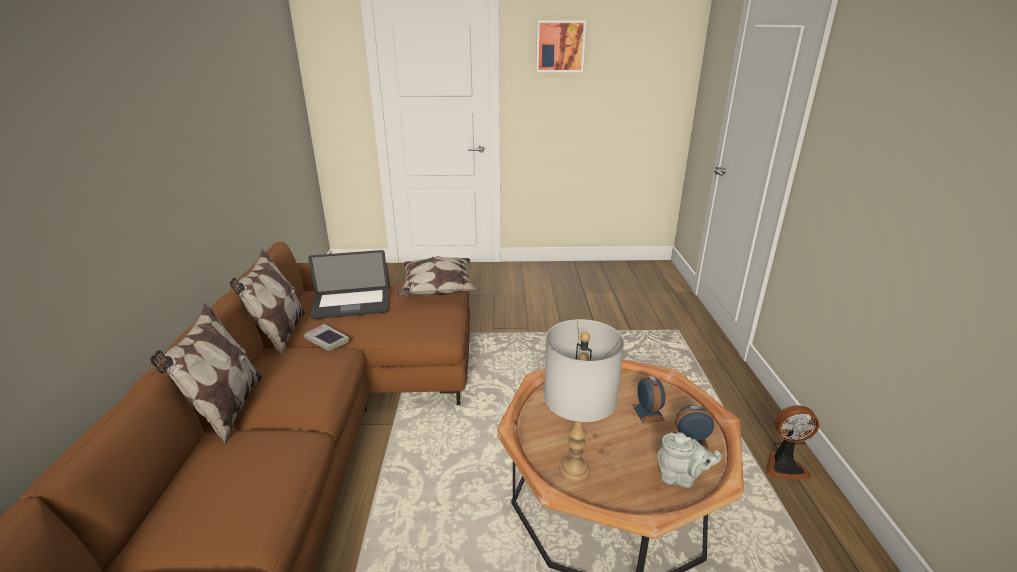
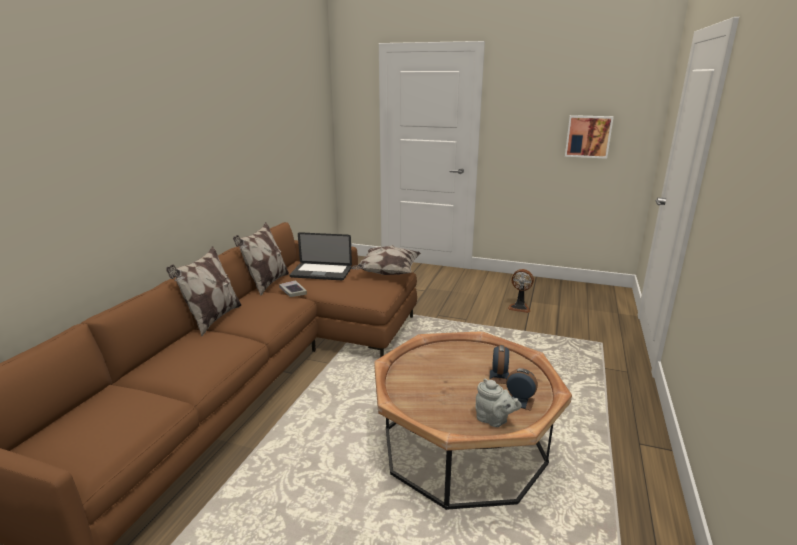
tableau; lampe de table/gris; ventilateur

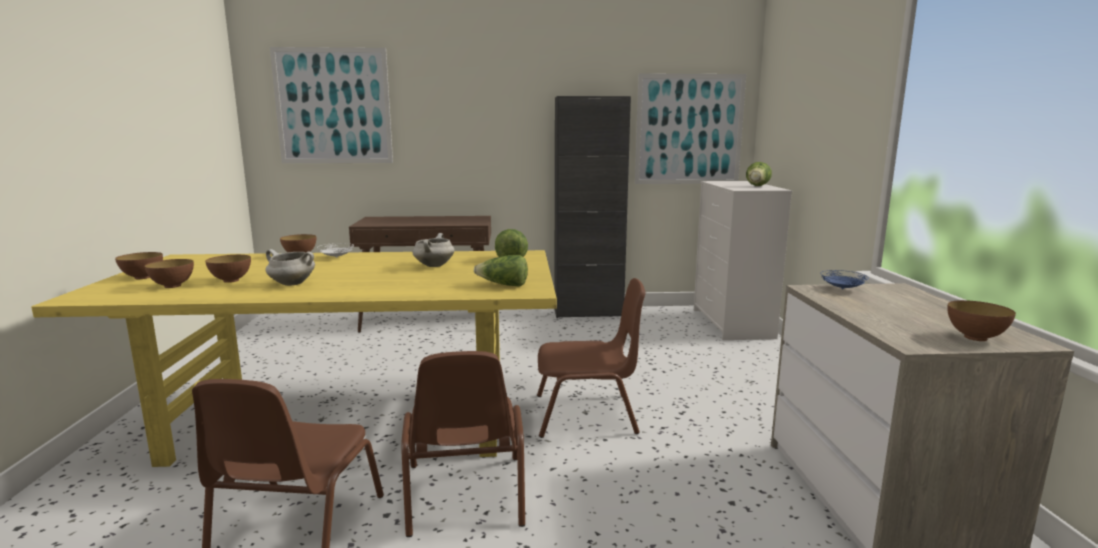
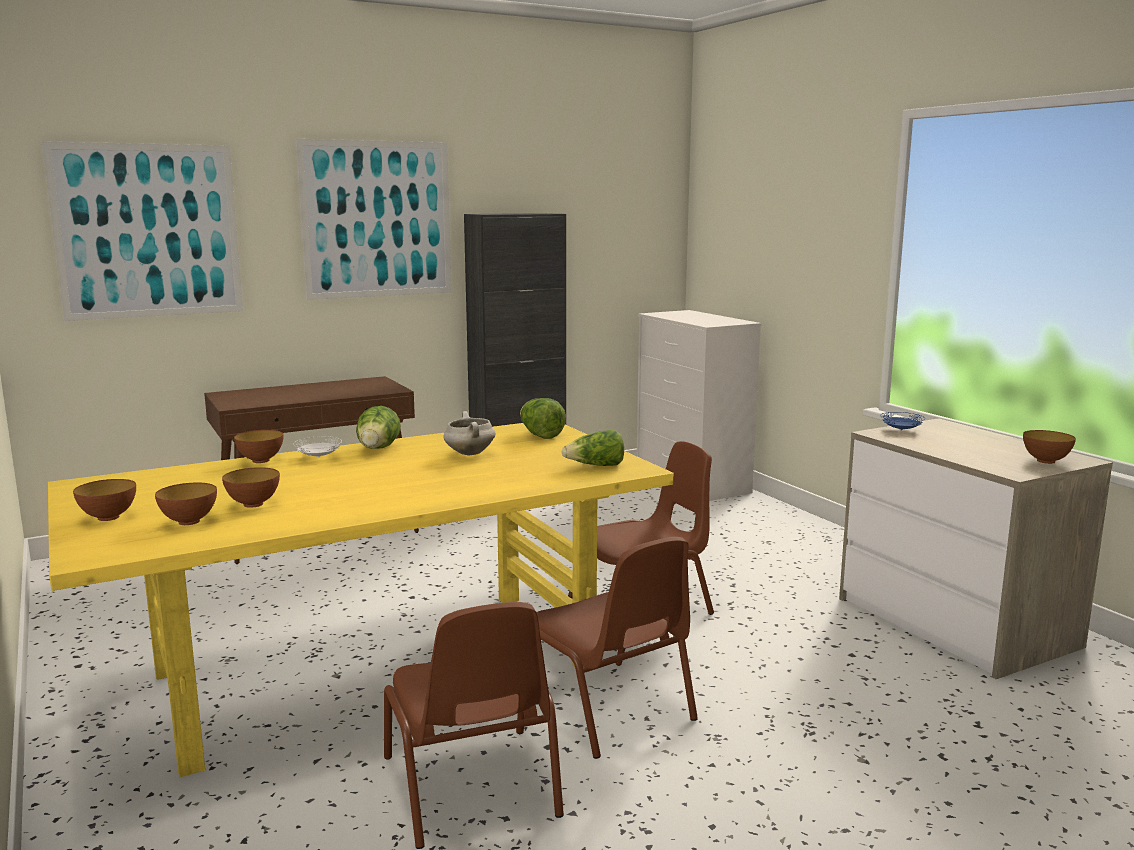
marmite/blanc (1st from left in the first image); tableau (2nd from left); laitue (1st from left)

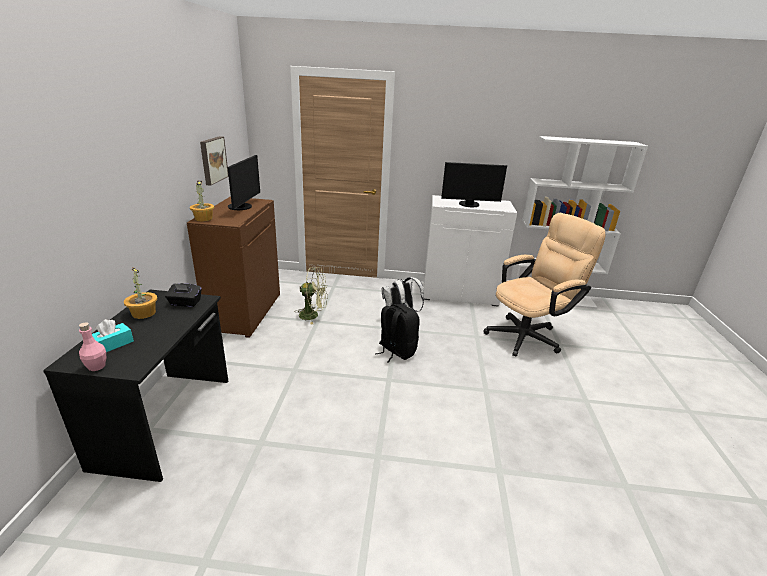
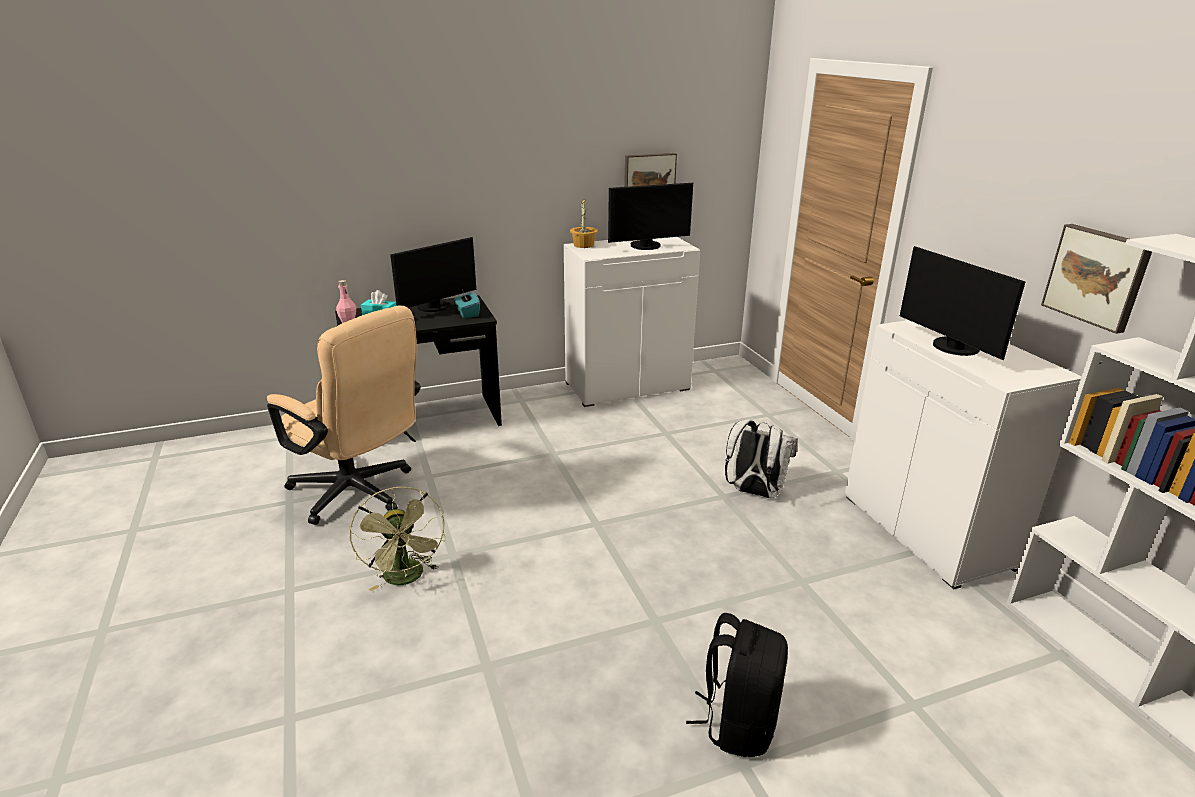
écran d'ordinateur (1st from left); boîte à mouchoirs/turquoise (2nd from left); meuble de rangement/blanc (1st from left); ventilateur/vert; sac à dos/noir; chaise de bureau/beige; tableau (2nd from left)

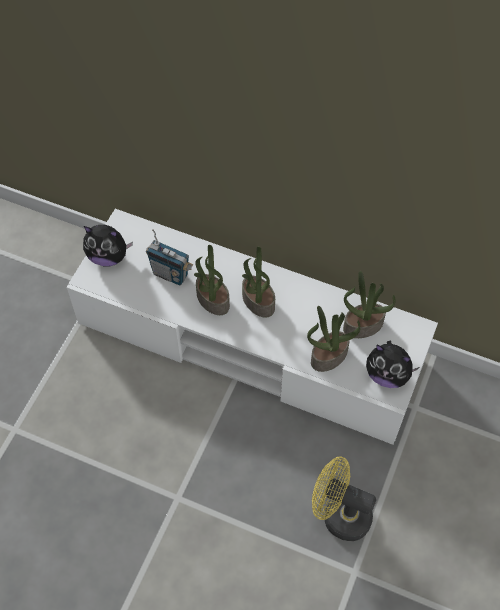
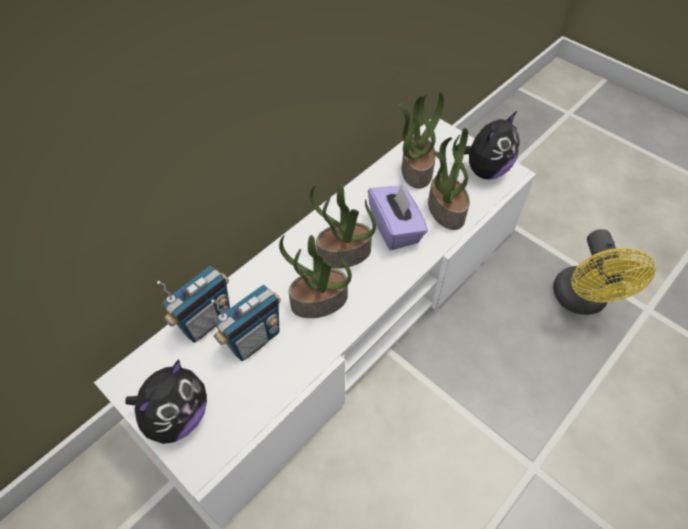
ventilateur/jaune; radio (1st from left); boîte à mouchoirs/violet

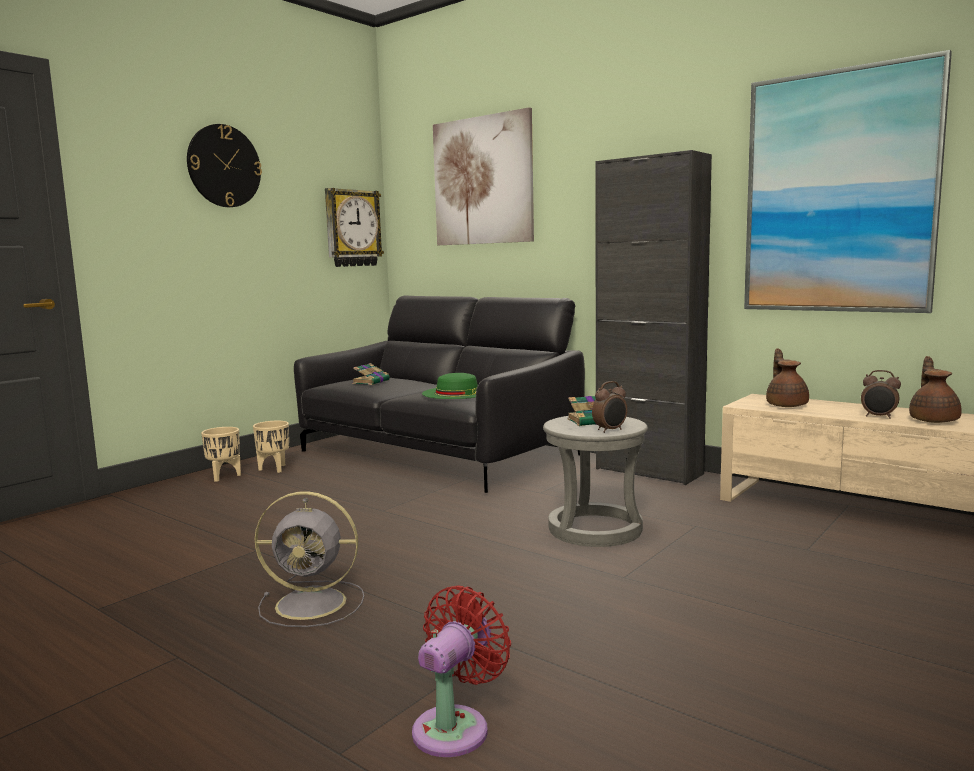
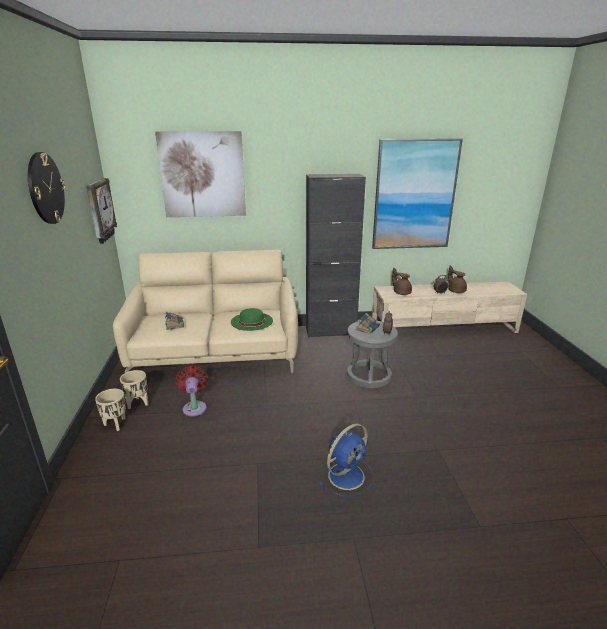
ventilateur/bleu; canapé/beige; ventilateur/rouge

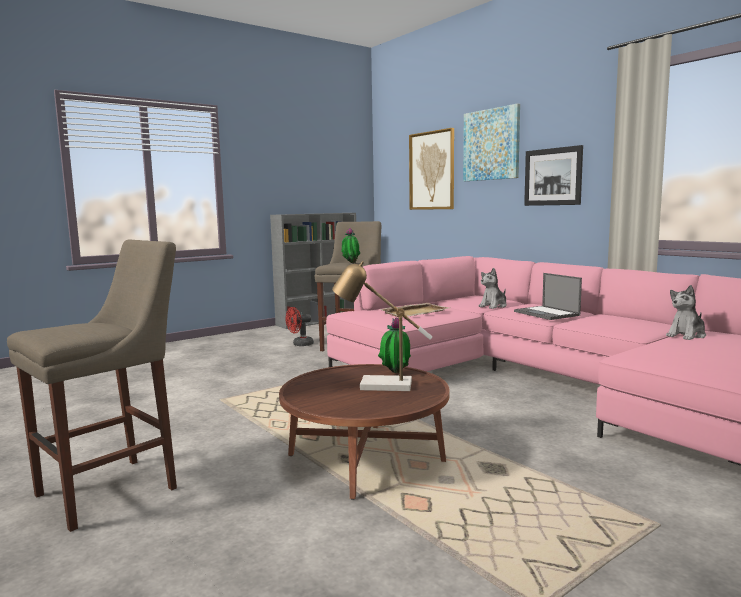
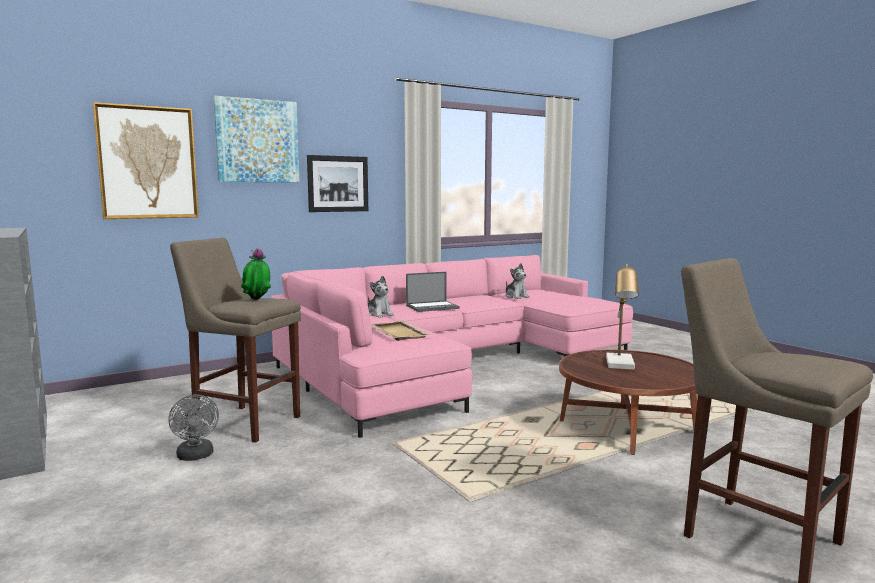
ventilateur/gris; plante en pot (2nd from left in the first image)

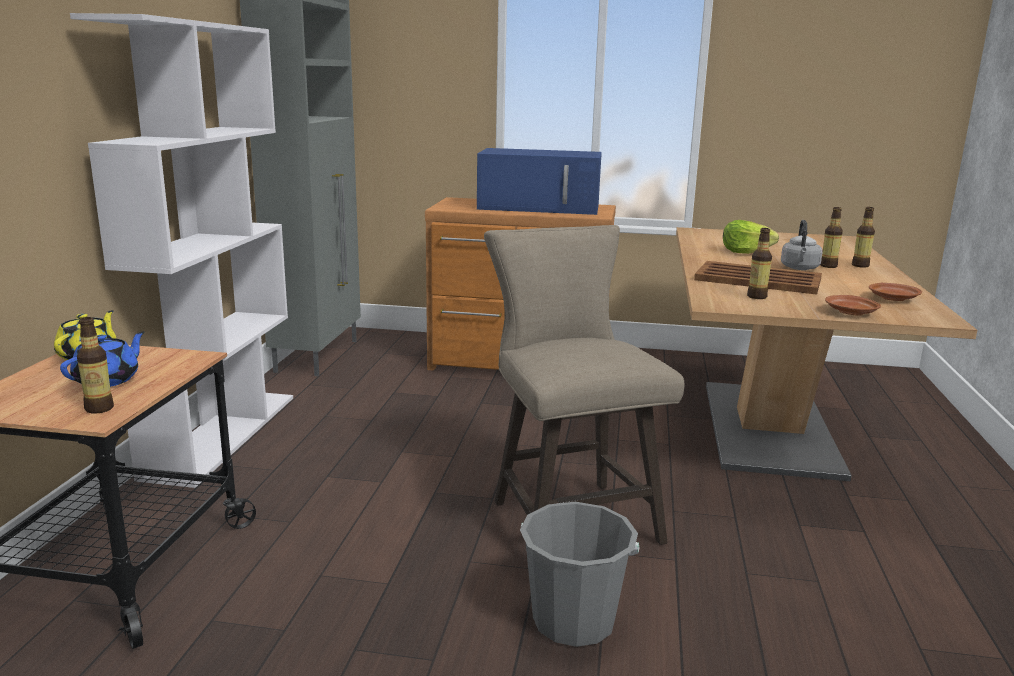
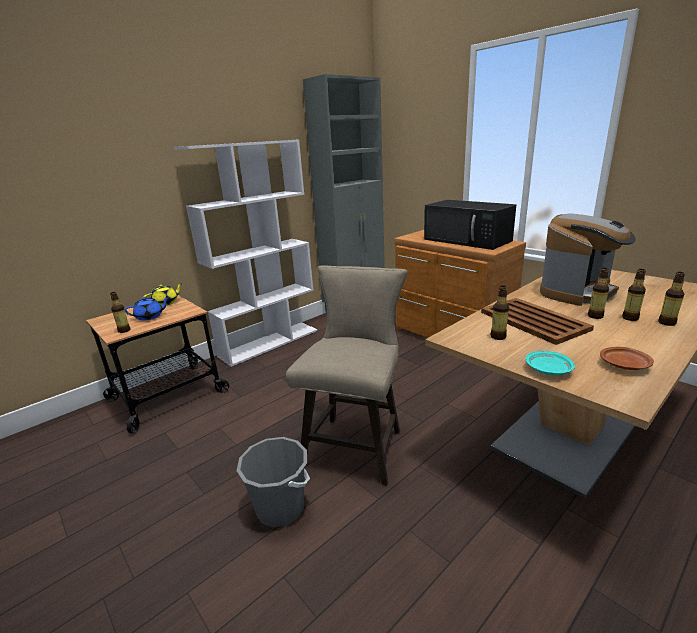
micro-ondes/noir; machine à café; bouteille (3rd from left); assiette/turquoise

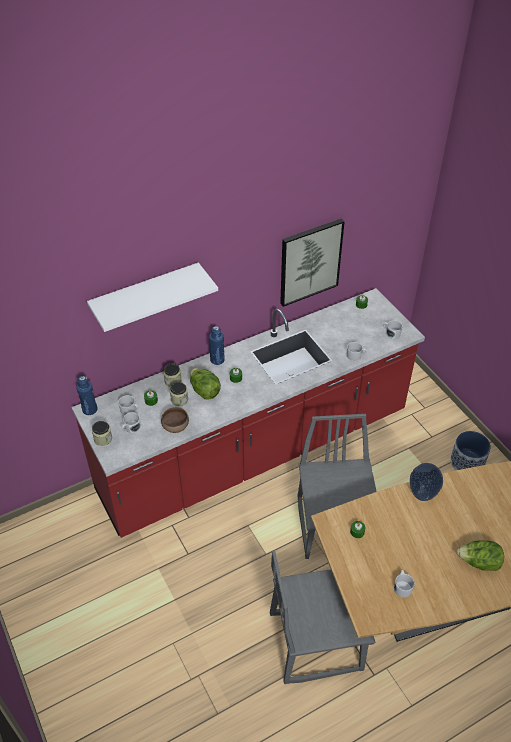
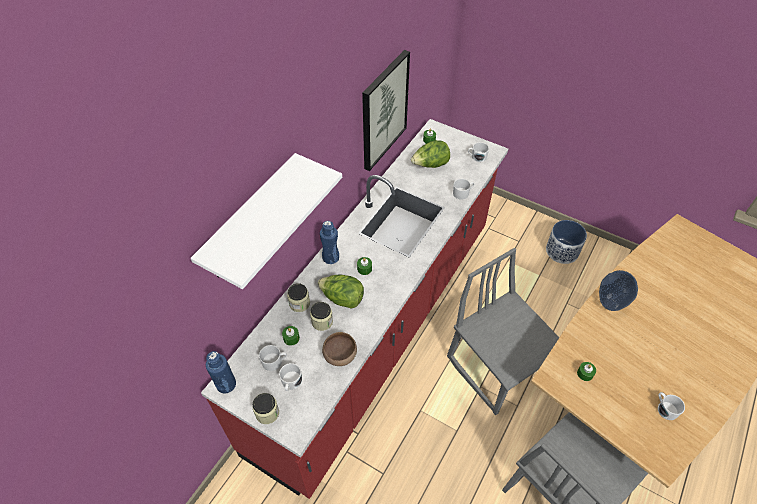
laitue (2nd from left)

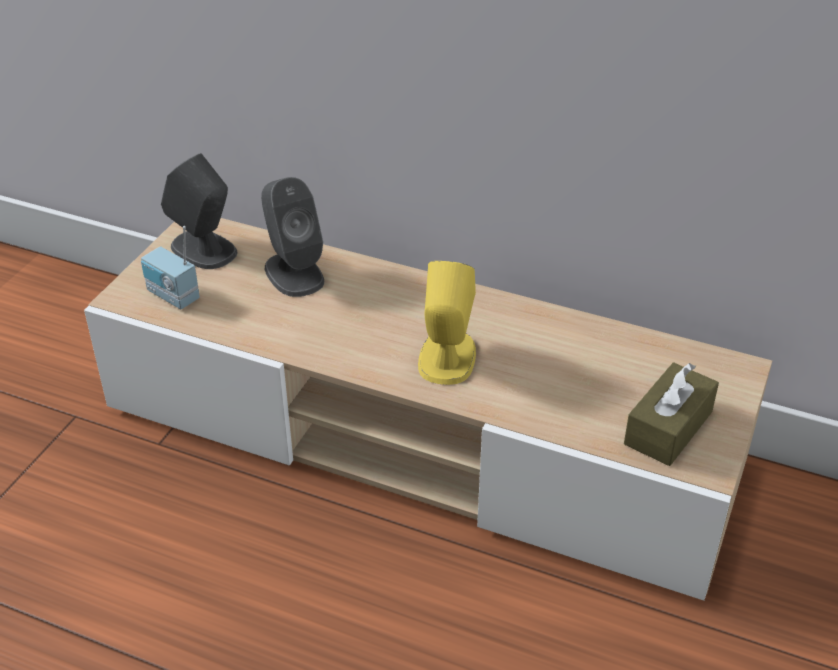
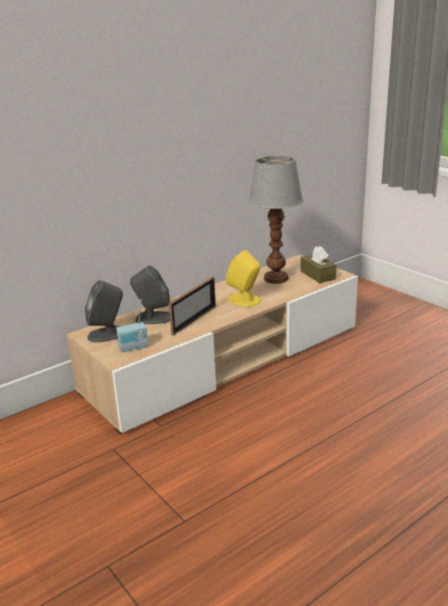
cadre photo; lampe de table

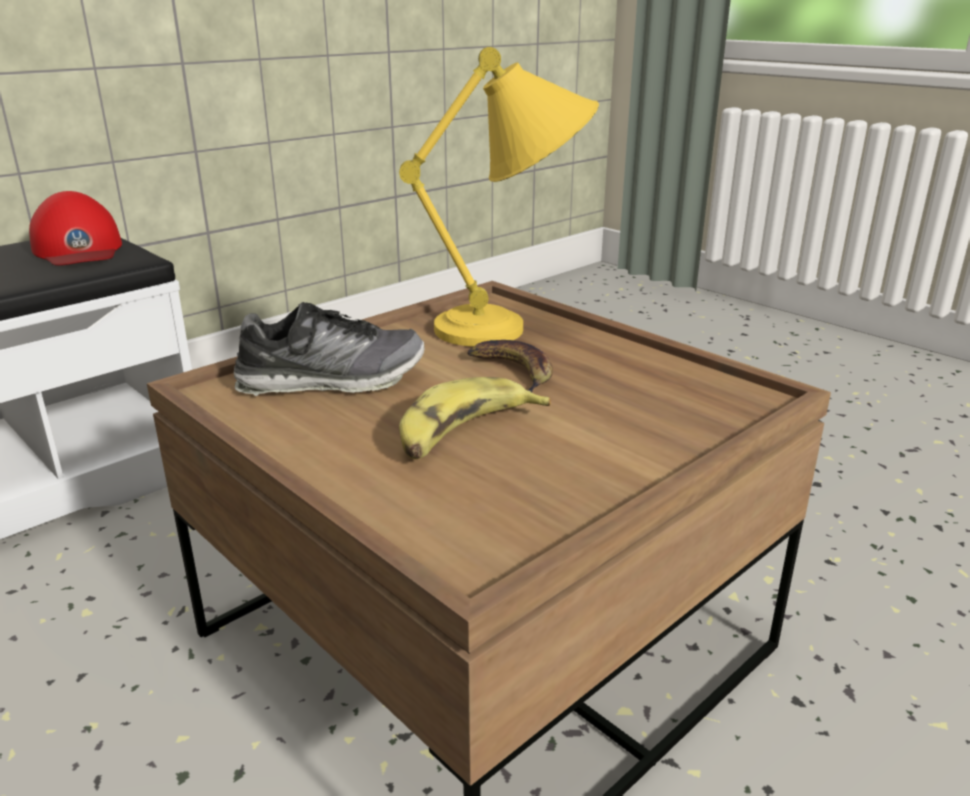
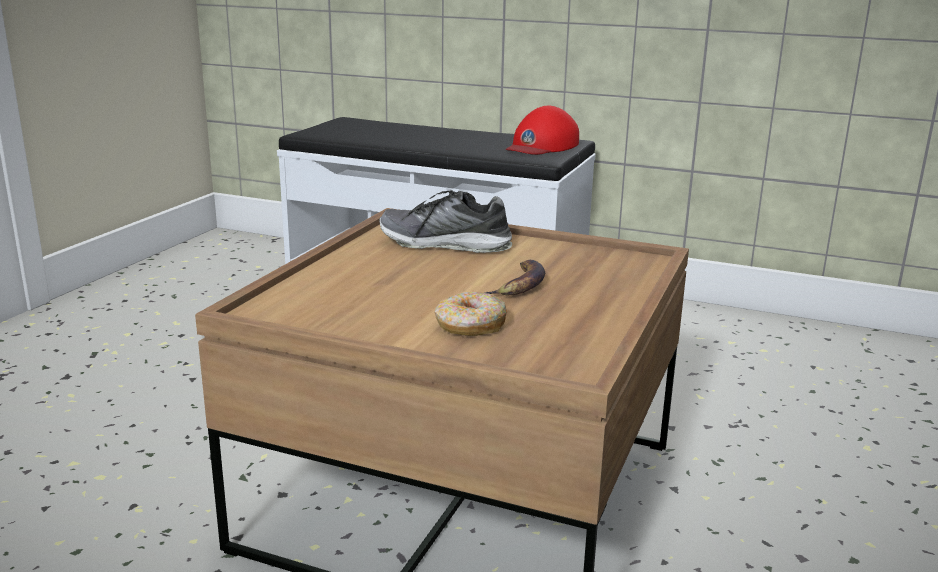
chaussure; lampe de table/jaune; banane (1st from left in the first image); beignet

